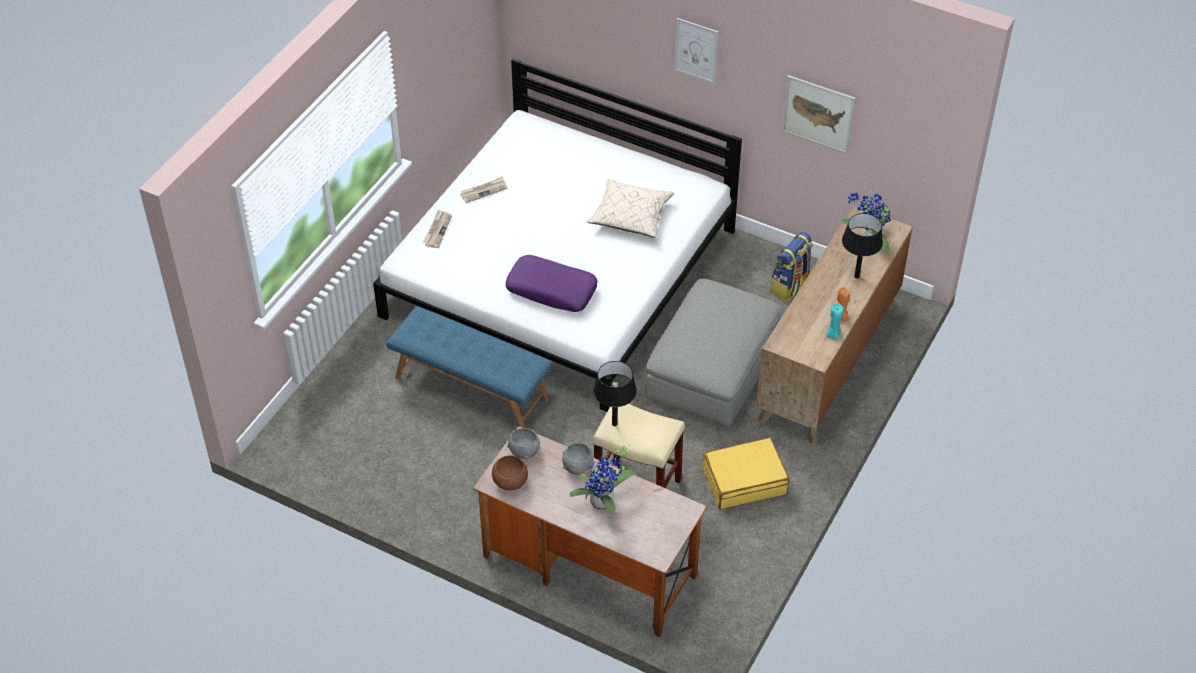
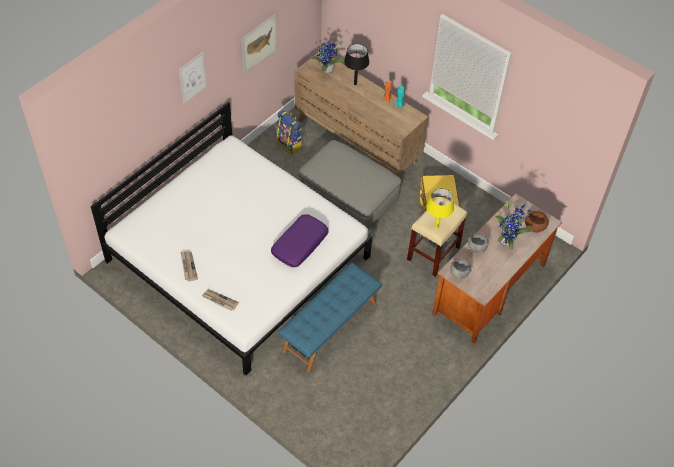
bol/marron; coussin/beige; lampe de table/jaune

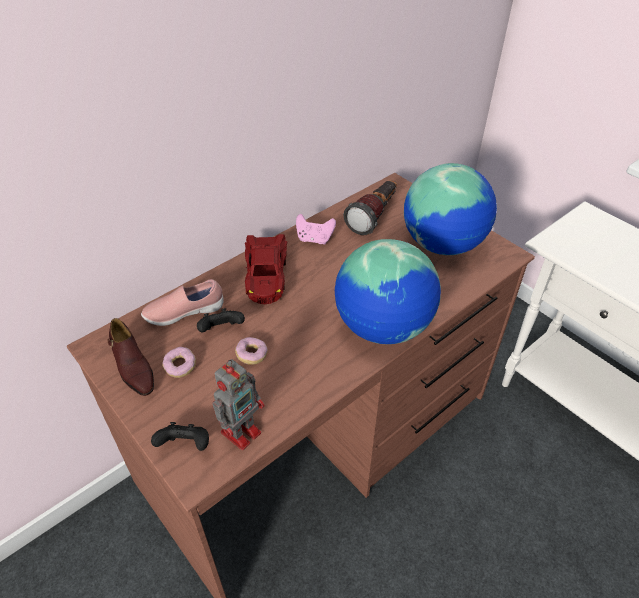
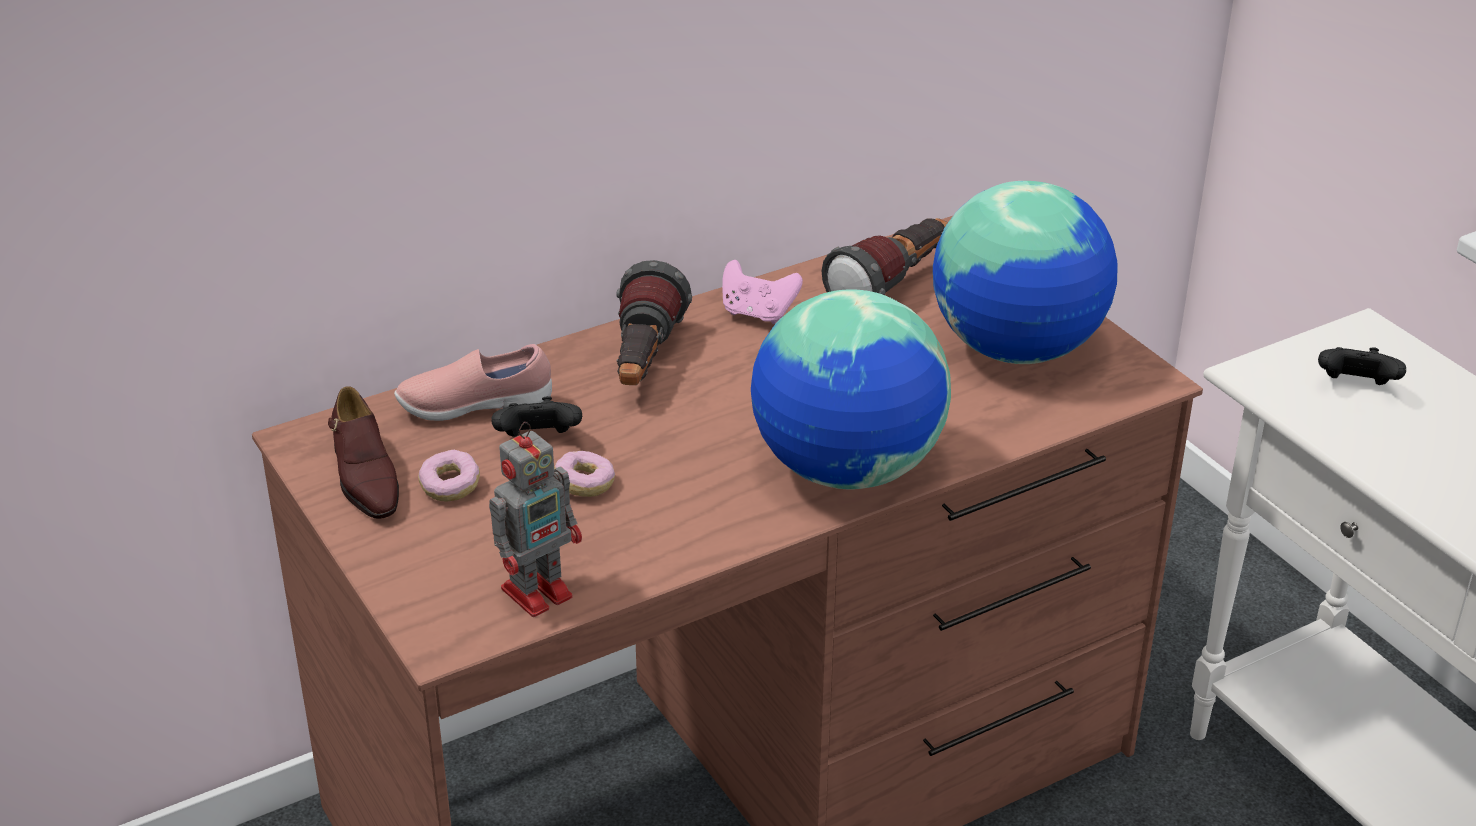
manette/noir (2nd from left); lampe de poche (1st from left)

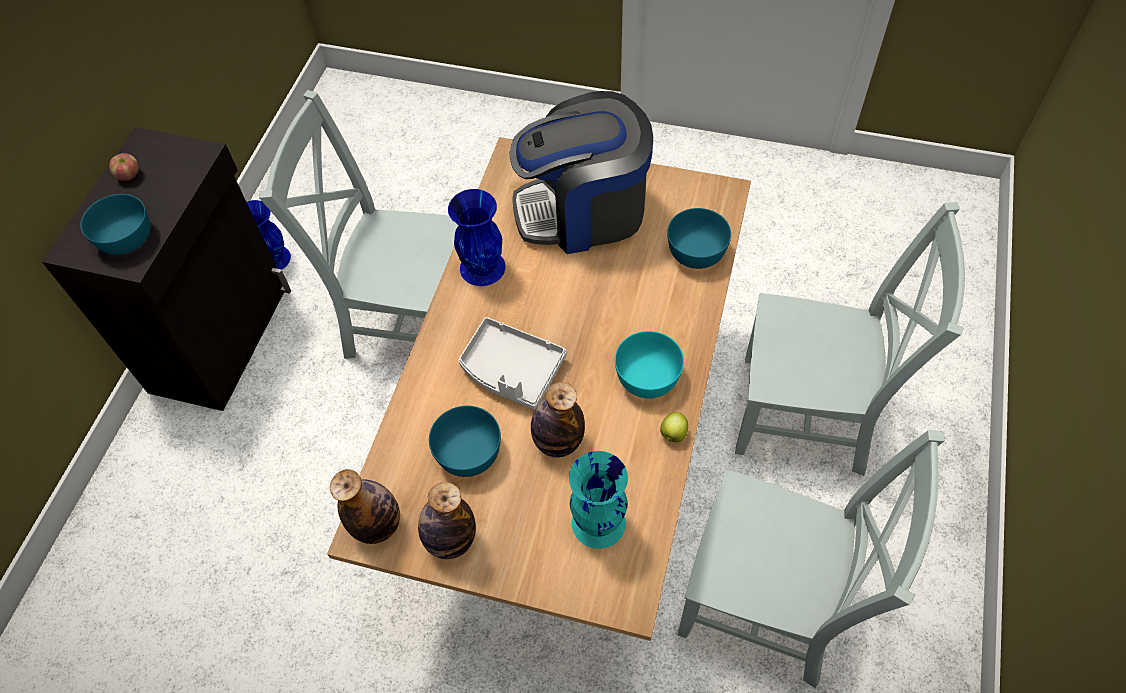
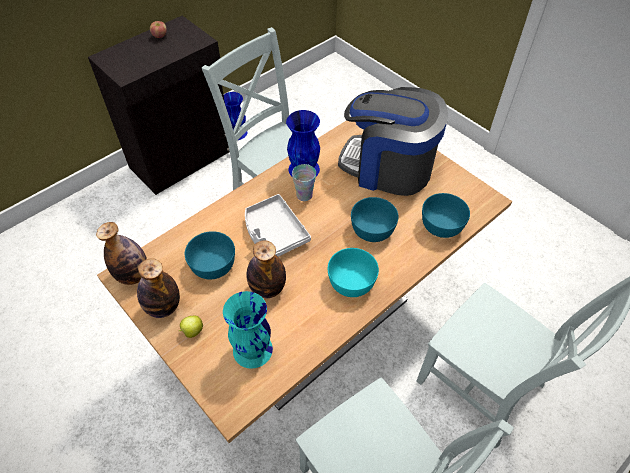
bol/turquoise (3rd from left); pomme (2nd from left); tasse

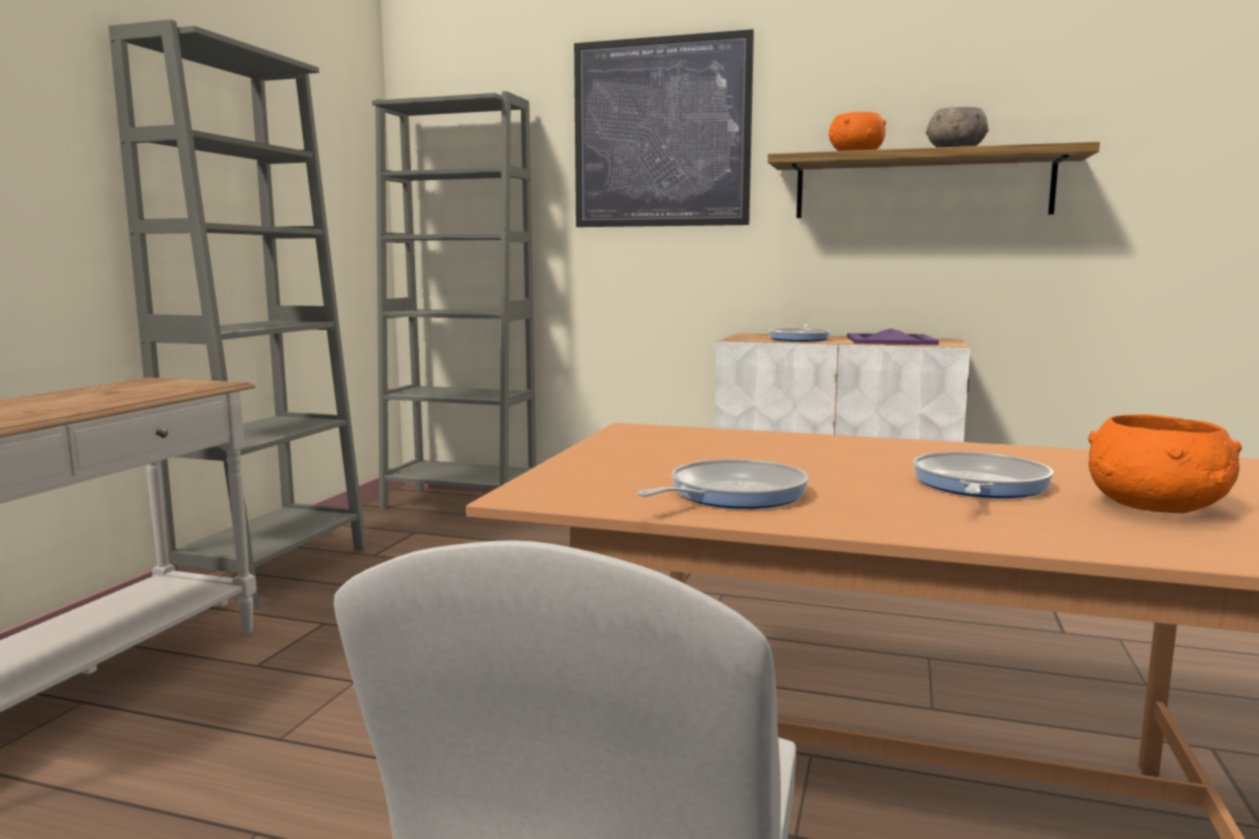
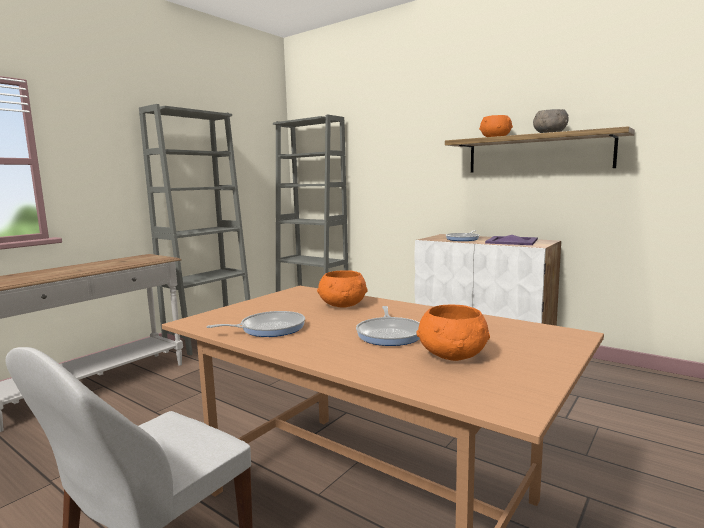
tableau; poêle (2nd from left); bol/orange (1st from left)

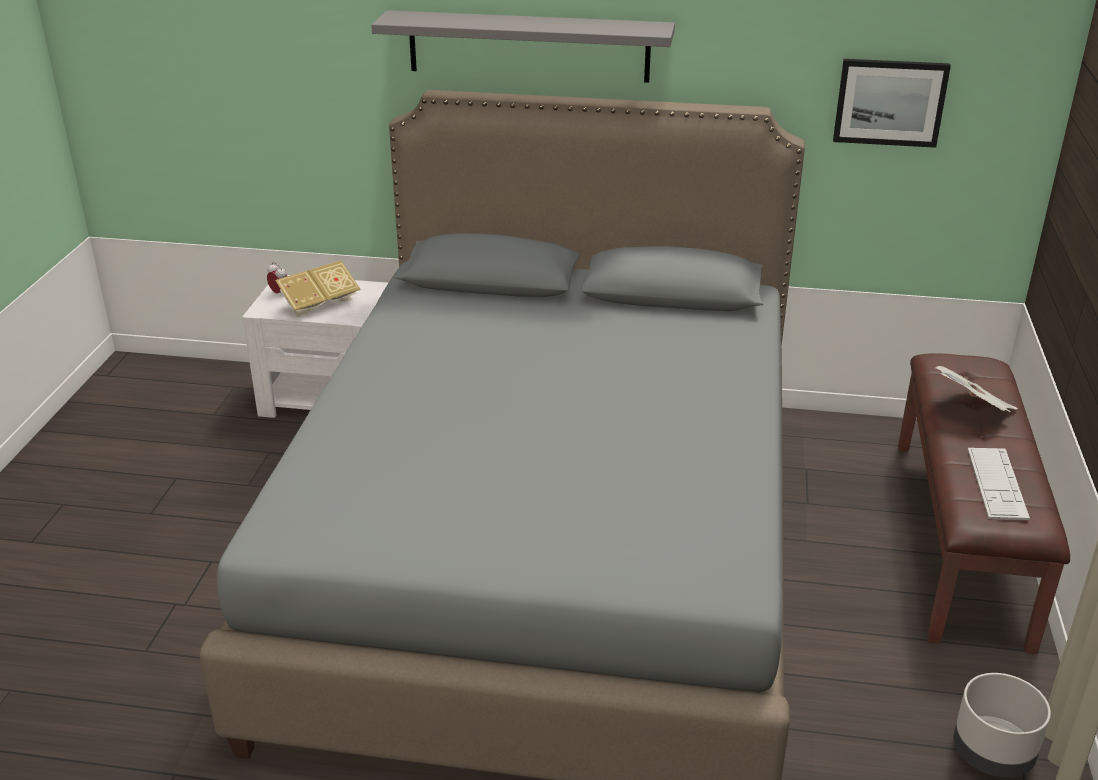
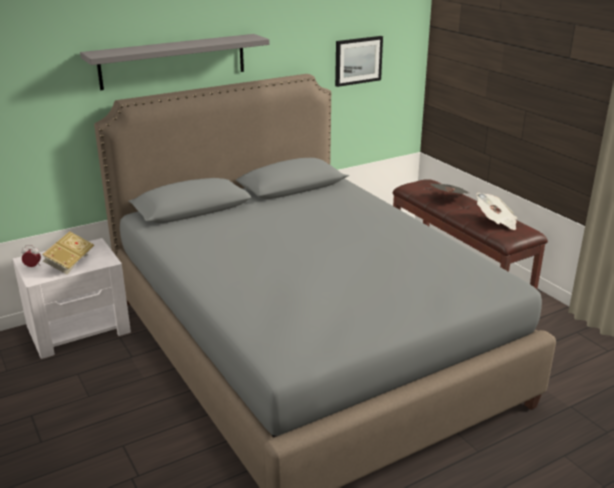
cache-pot/gris; journal (2nd from left)

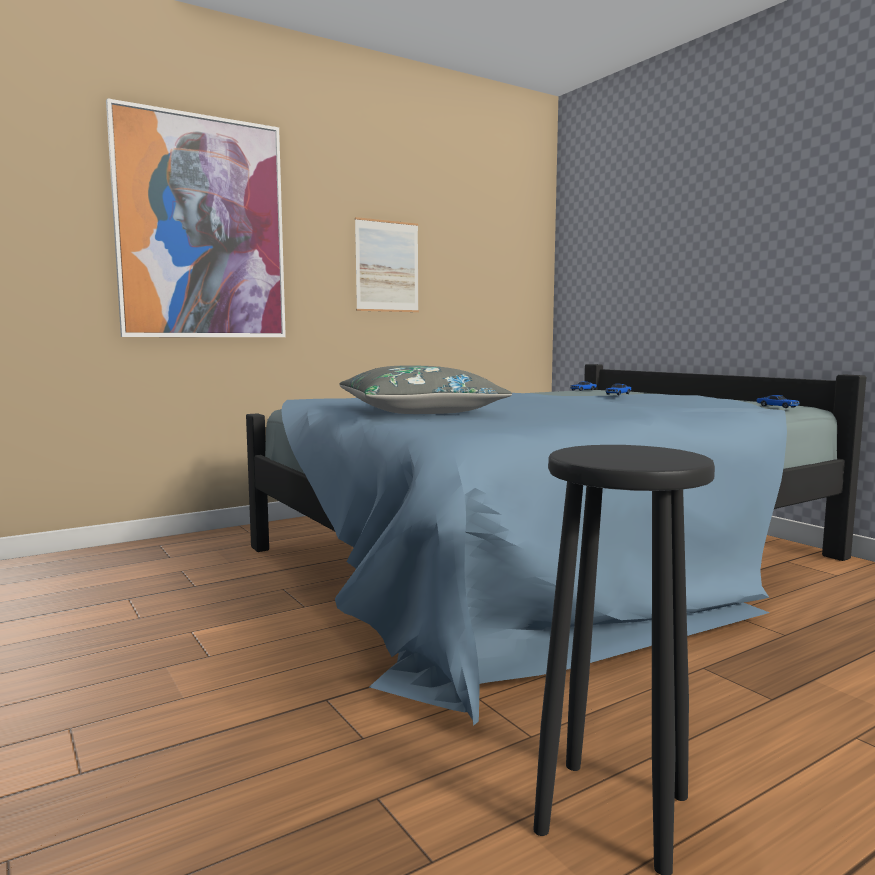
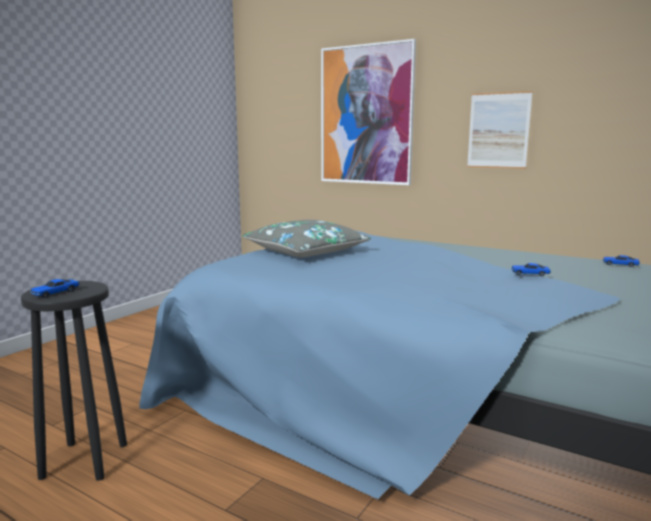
petite voiture (1st from left)

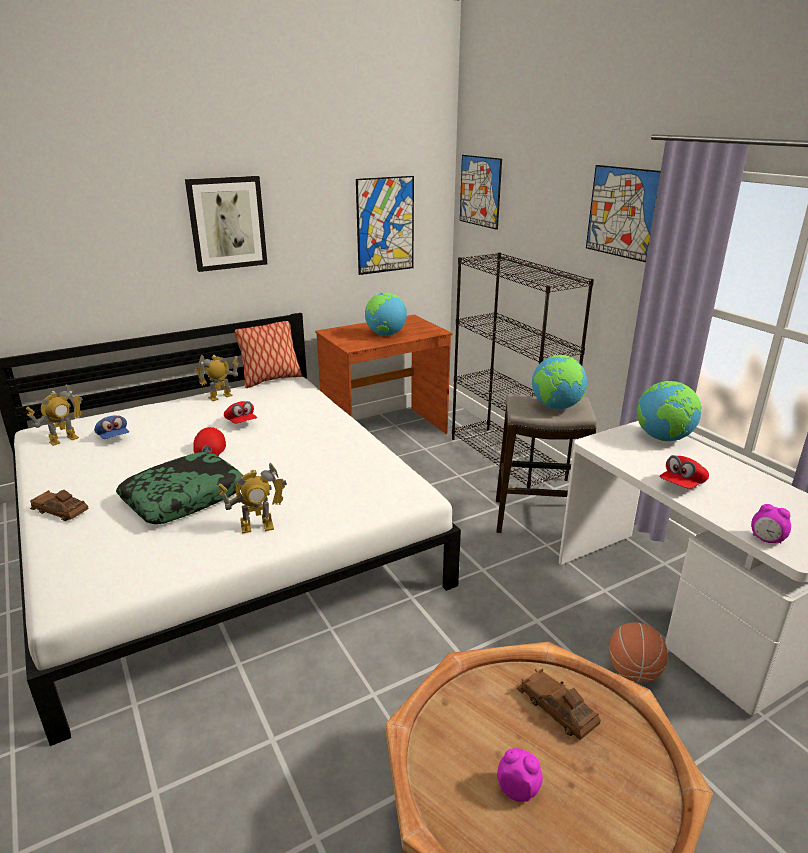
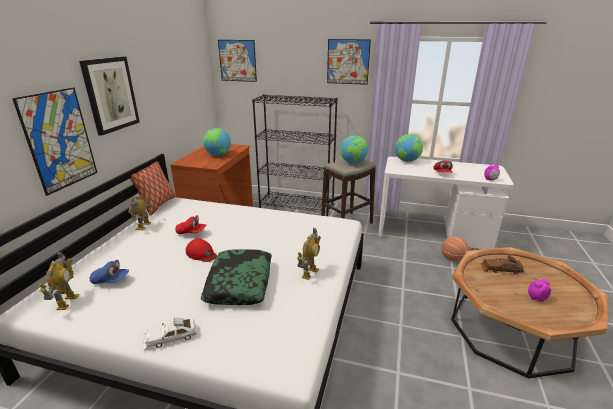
petite voiture/blanc; tableau (1st from left)

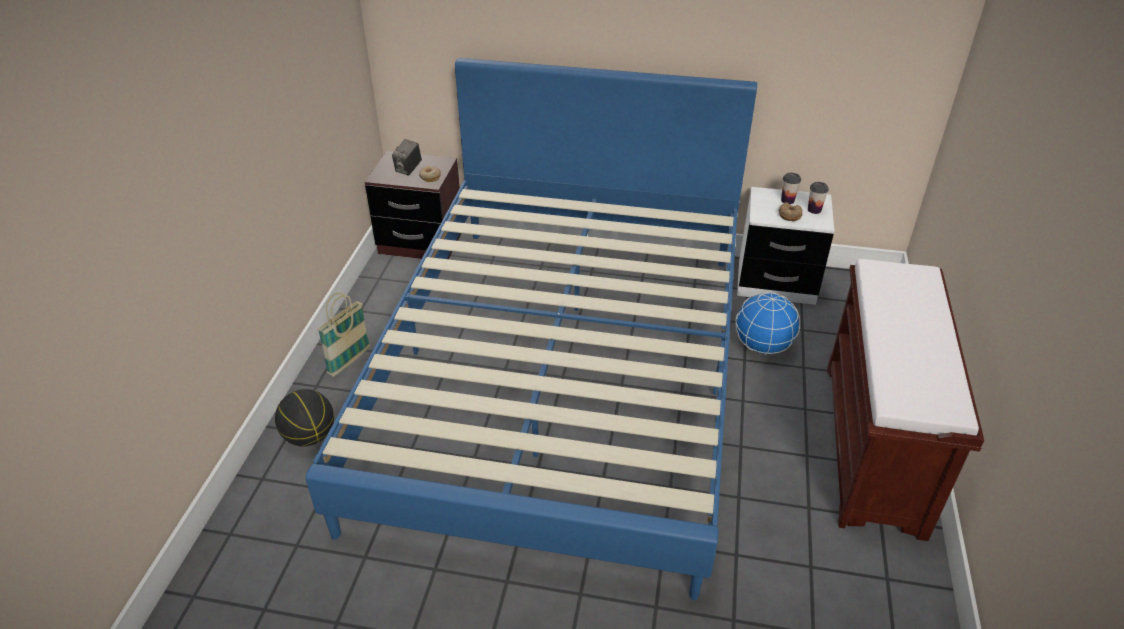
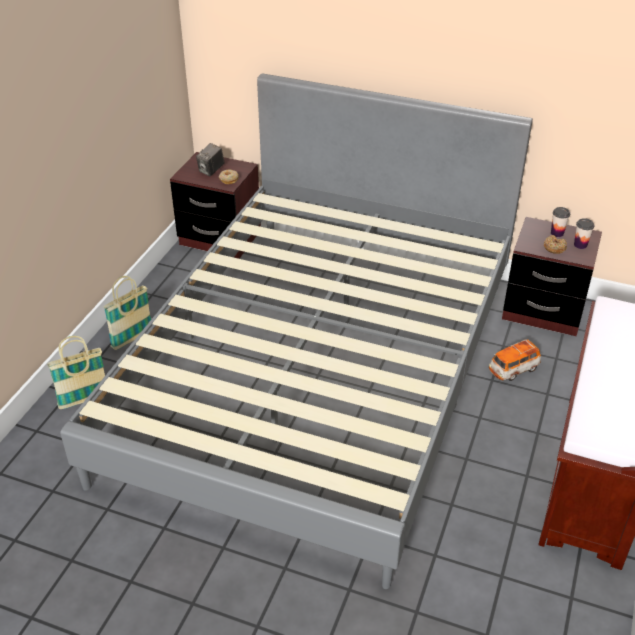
panier (1st from left); lit/gris; petite voiture; table de chevet/marron (2nd from left)

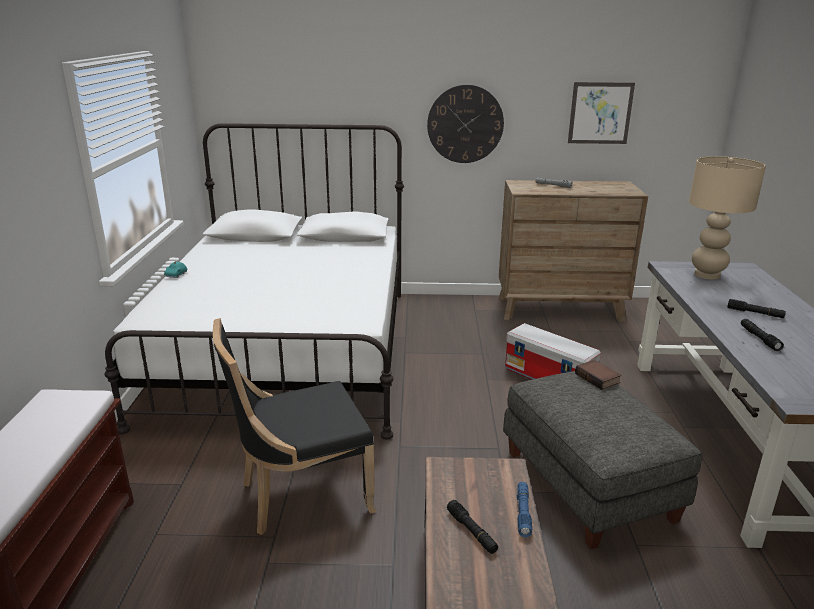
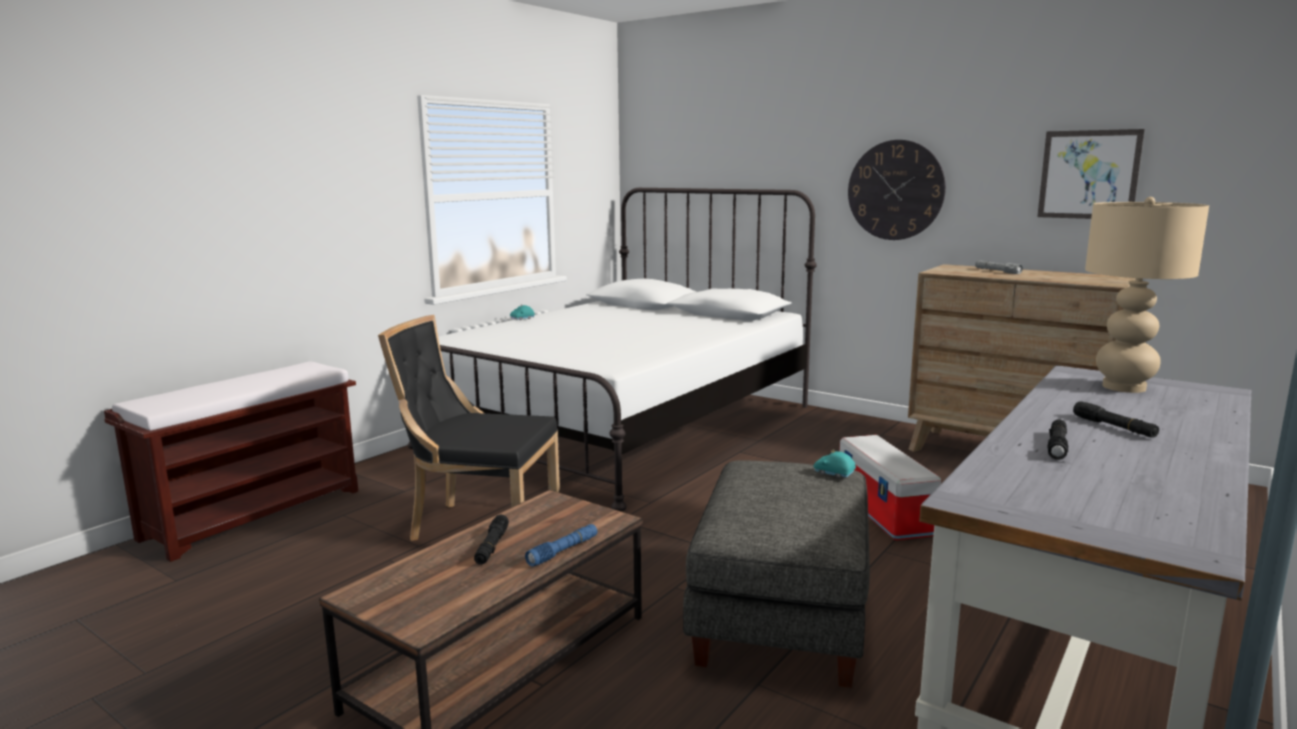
petite voiture/turquoise (2nd from left)

